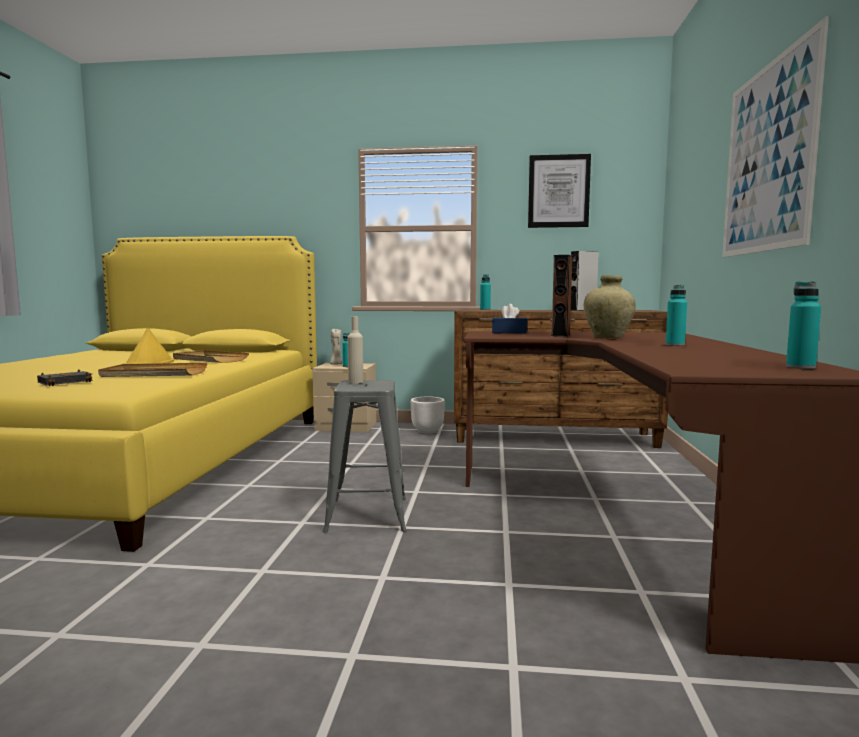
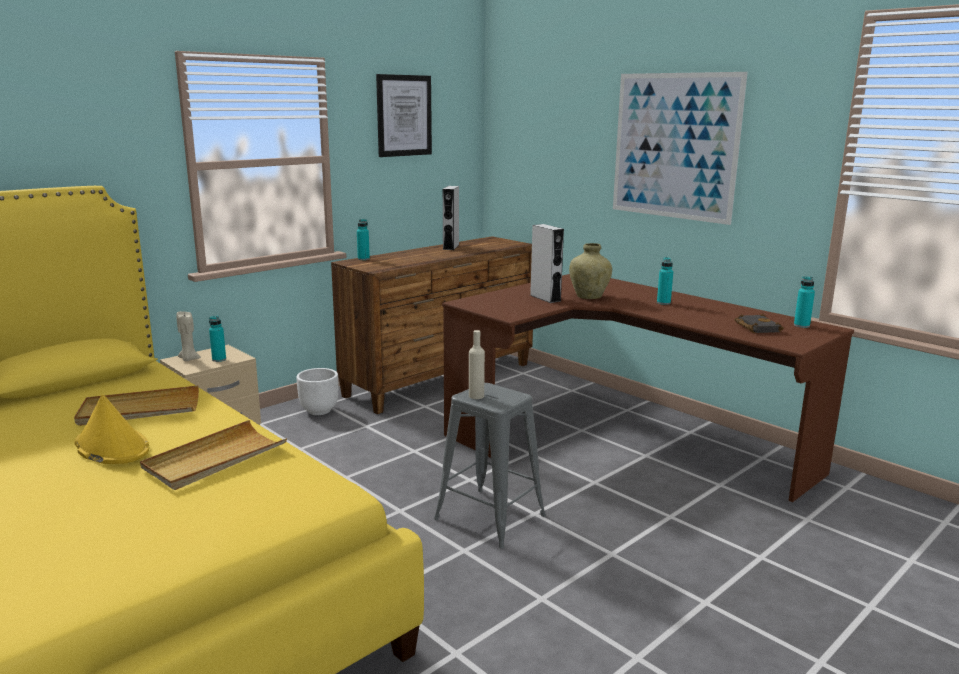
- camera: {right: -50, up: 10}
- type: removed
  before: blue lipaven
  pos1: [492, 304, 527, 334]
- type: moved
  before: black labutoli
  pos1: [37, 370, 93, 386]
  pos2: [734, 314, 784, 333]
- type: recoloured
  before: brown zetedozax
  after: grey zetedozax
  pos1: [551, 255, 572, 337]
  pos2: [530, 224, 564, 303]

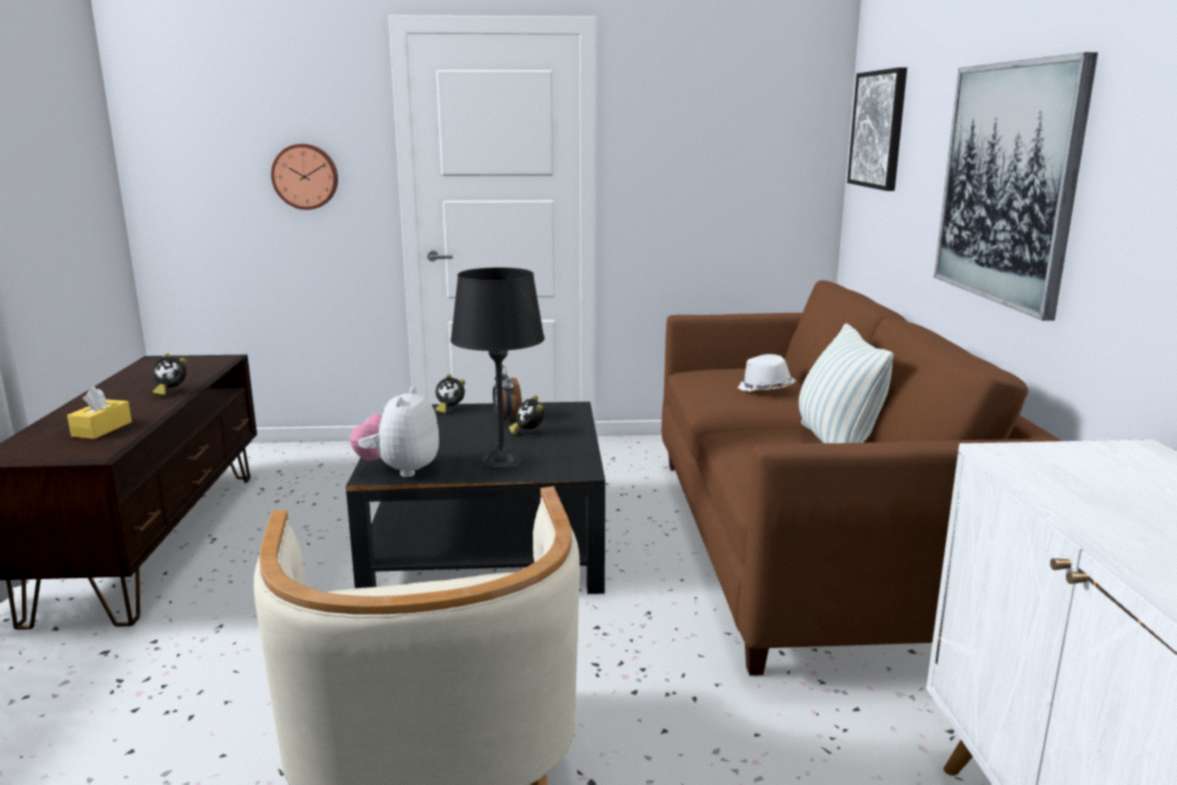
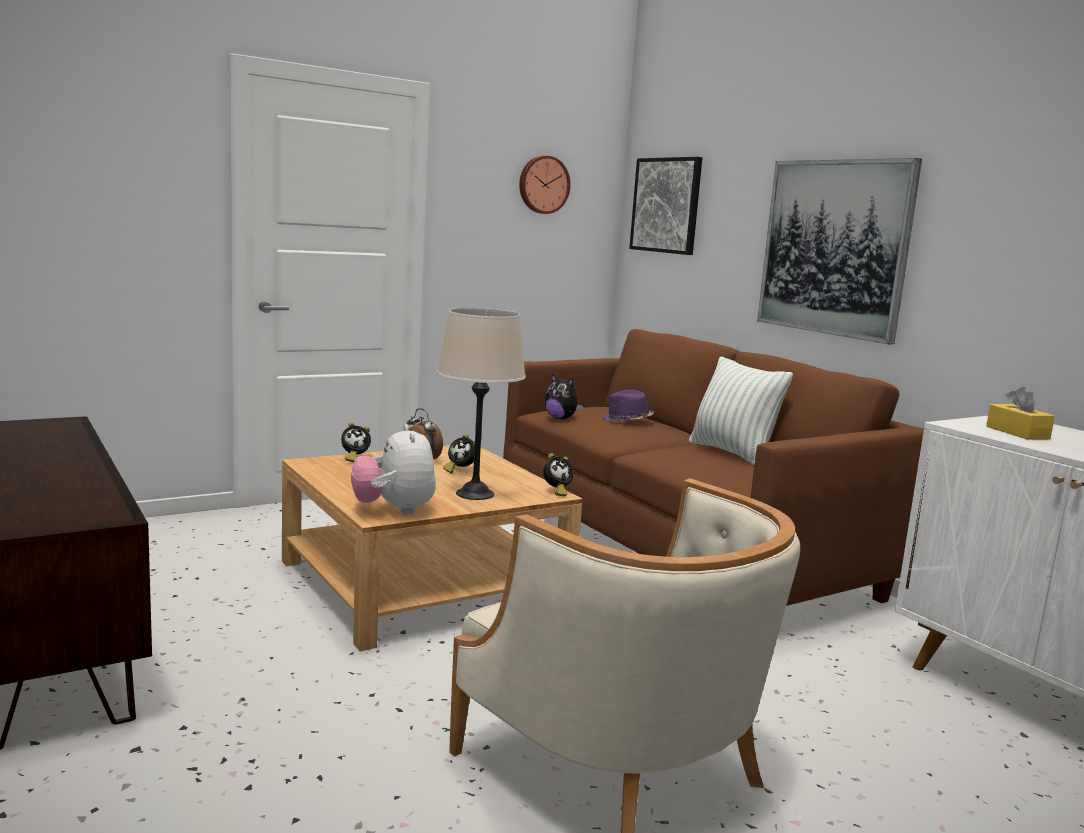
- camera: {right: -30, up: -5}
- type: added
  after: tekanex
  pos2: [545, 374, 584, 419]
- type: moved
  before: yellow lipaven
  pos1: [67, 386, 132, 439]
  pos2: [986, 387, 1055, 440]
- type: moved
  before: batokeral
  pos1: [152, 353, 186, 396]
  pos2: [543, 453, 573, 497]
- type: moved
  before: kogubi
  pos1: [271, 144, 338, 210]
  pos2: [519, 156, 570, 214]
- type: recoloured
  before: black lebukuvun
  after: beige lebukuvun
  pos1: [346, 402, 605, 594]
  pos2: [282, 445, 582, 651]
- type: recoloured
  before: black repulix
  after: beige repulix
  pos1: [450, 267, 545, 469]
  pos2: [437, 308, 526, 500]
- type: recoloured
  before: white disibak
  after: purple disibak
  pos1: [738, 354, 796, 392]
  pos2: [602, 390, 654, 422]

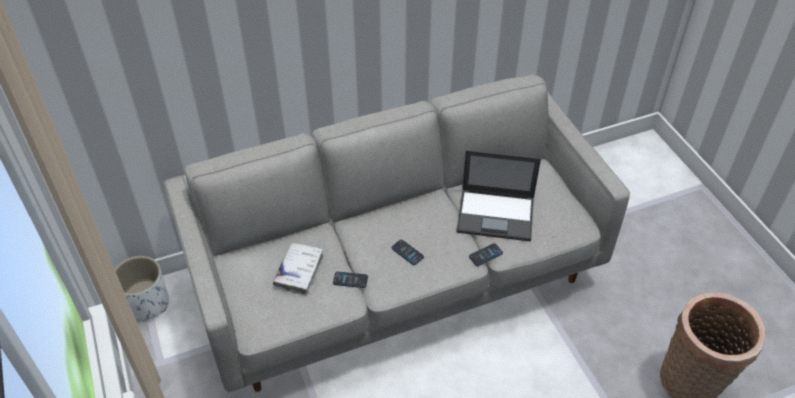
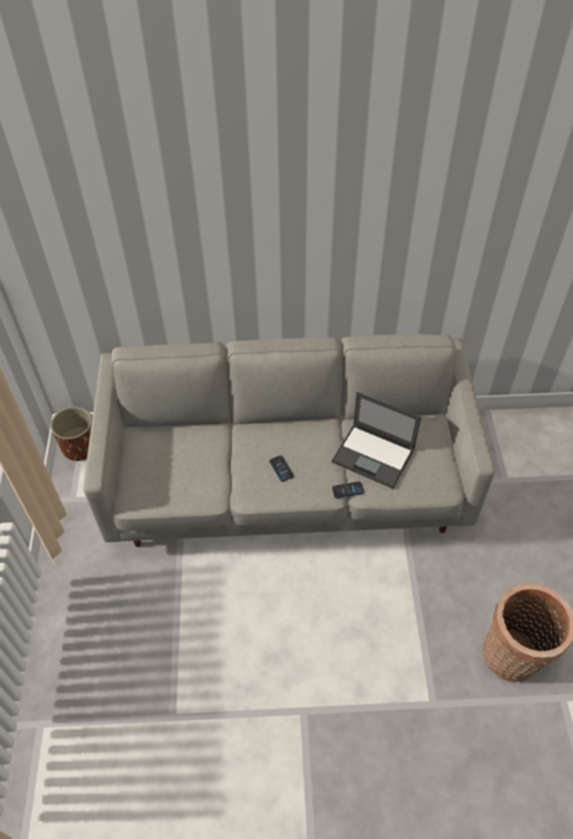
- camera: {right: 20, up: 5}
- type: removed
  before: white labutoli
  pos1: [273, 242, 324, 295]
- type: removed
  before: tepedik
  pos1: [333, 272, 368, 288]
- type: recoloured
  before: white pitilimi
  after: brown pitilimi
  pos1: [115, 256, 169, 321]
  pos2: [51, 407, 92, 461]

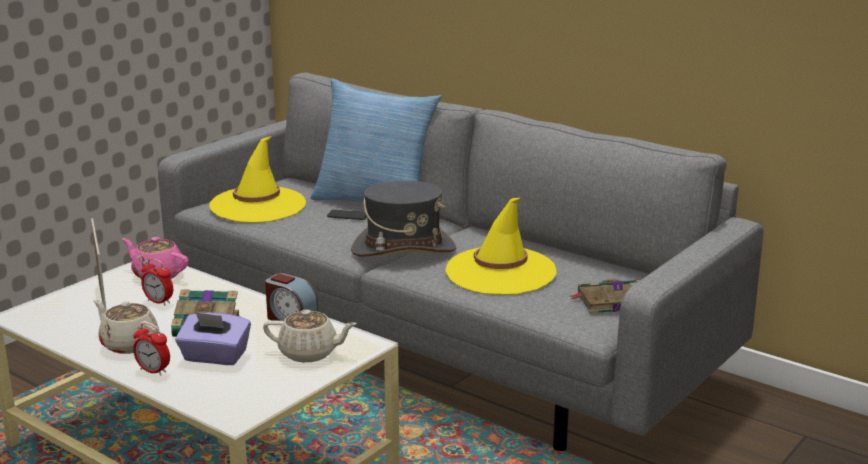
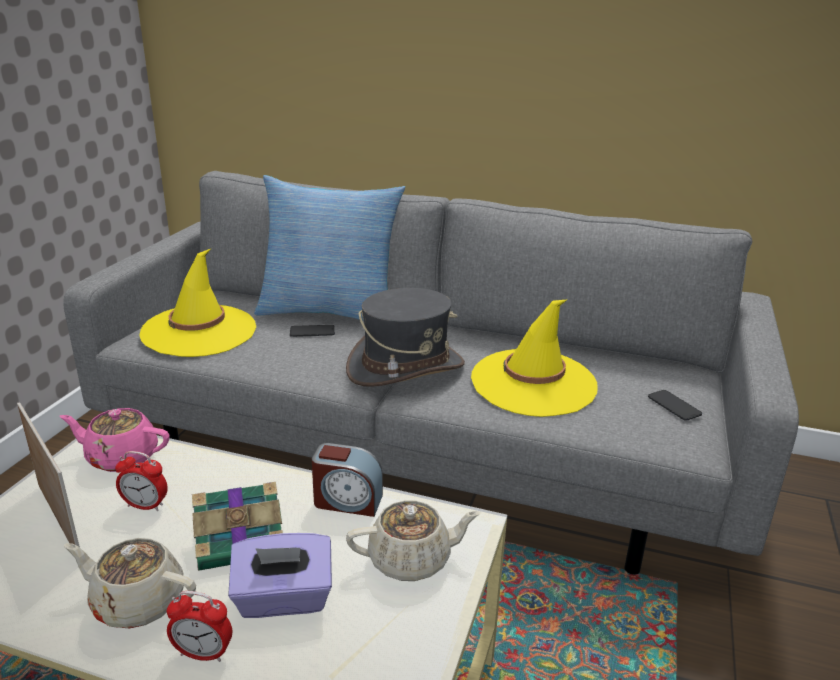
- camera: {right: -20, up: 5}
- type: replaced
  before: labutoli
  after: tepedik
  pos1: [570, 279, 640, 314]
  pos2: [648, 390, 702, 421]

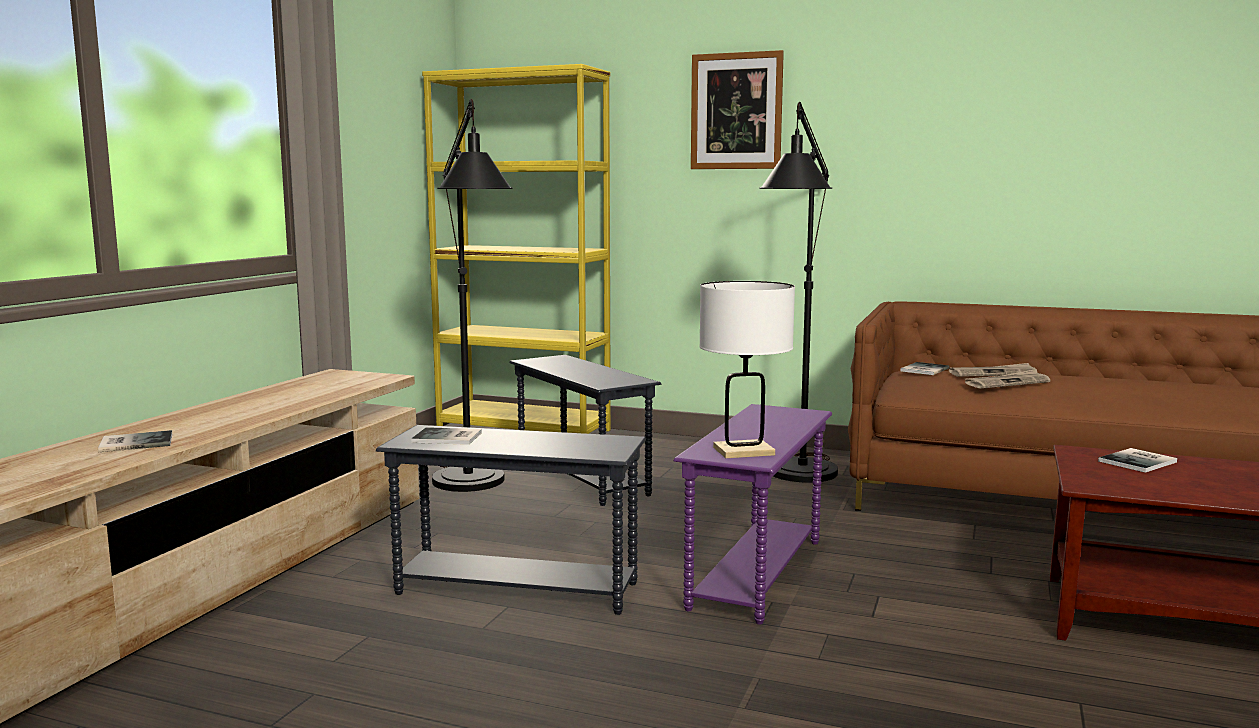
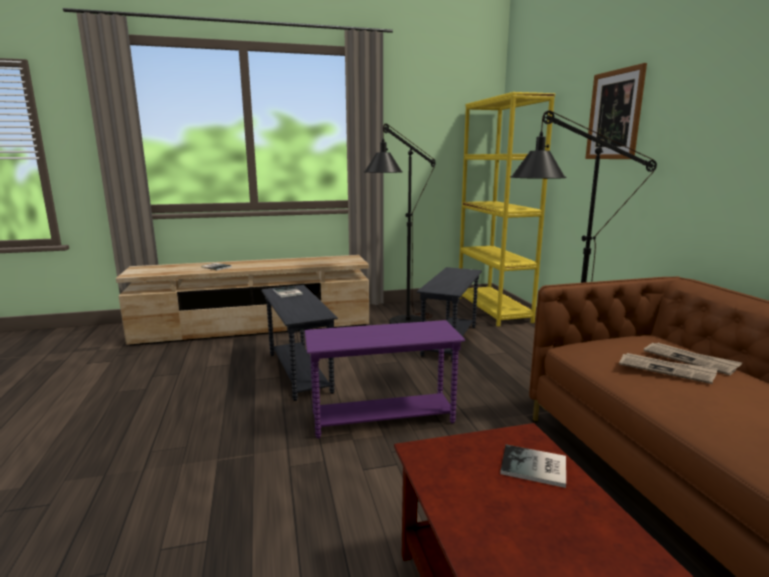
- camera: {right: 55, up: 5}
- type: removed
  before: white repulix
  pos1: [699, 281, 795, 458]
- type: removed
  before: labutoli
  pos1: [901, 362, 949, 375]

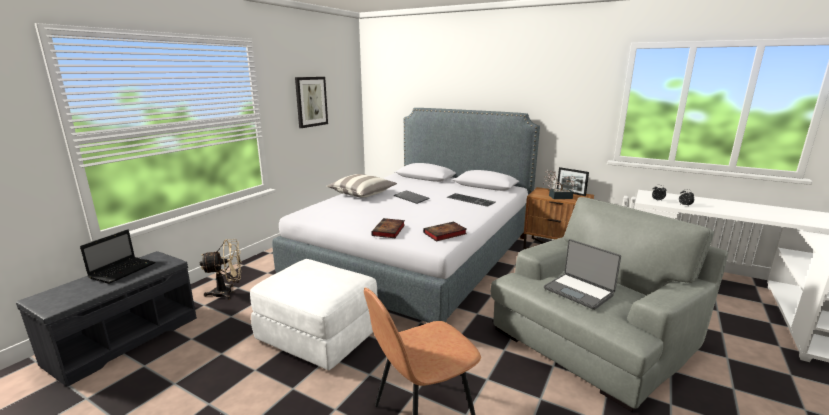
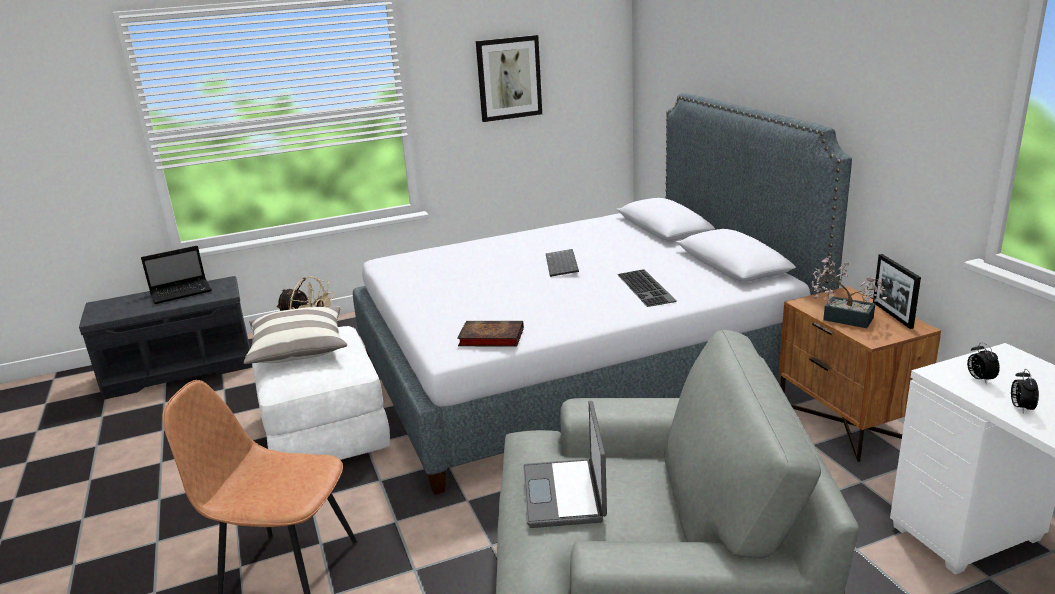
- camera: {right: 40, up: 5}
- type: removed
  before: labutoli
  pos1: [371, 218, 405, 238]
- type: moved
  before: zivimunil
  pos1: [326, 174, 397, 198]
  pos2: [244, 307, 347, 364]

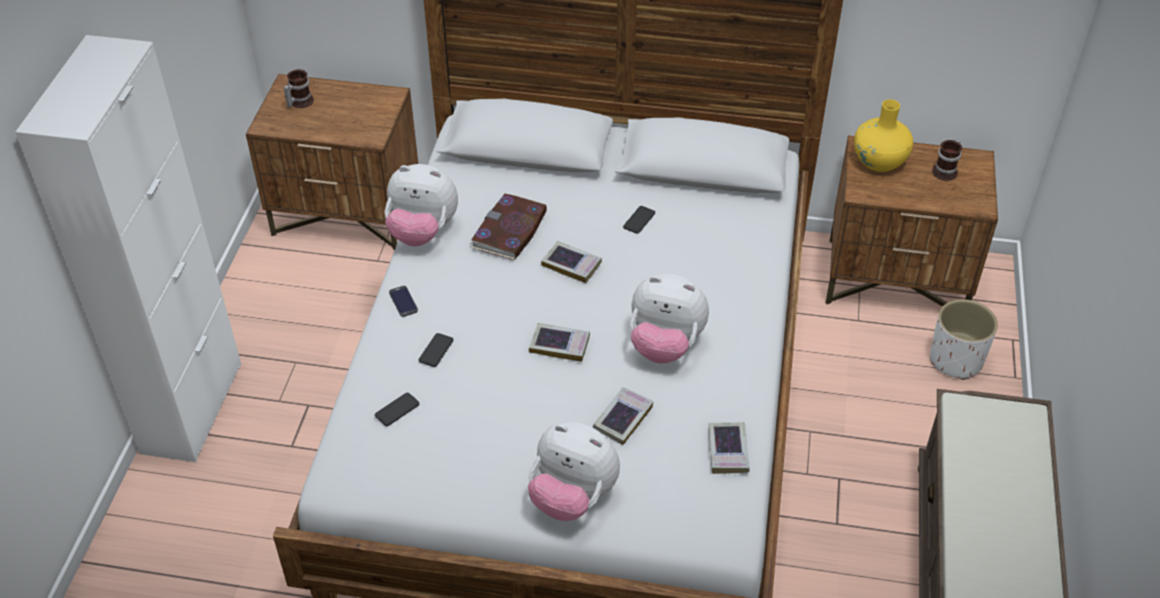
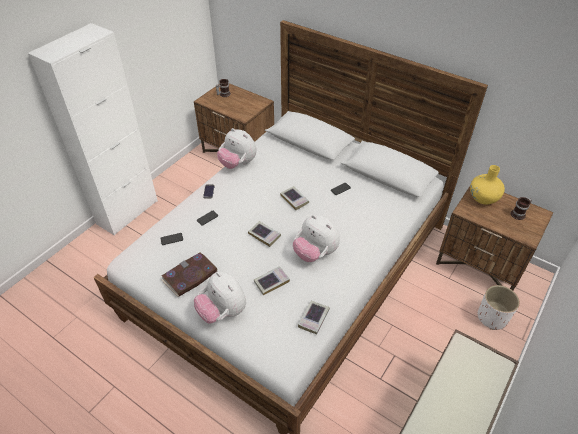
- camera: {right: 25, up: 0}
- type: moved
  before: labutoli
  pos1: [471, 194, 547, 260]
  pos2: [162, 252, 217, 297]

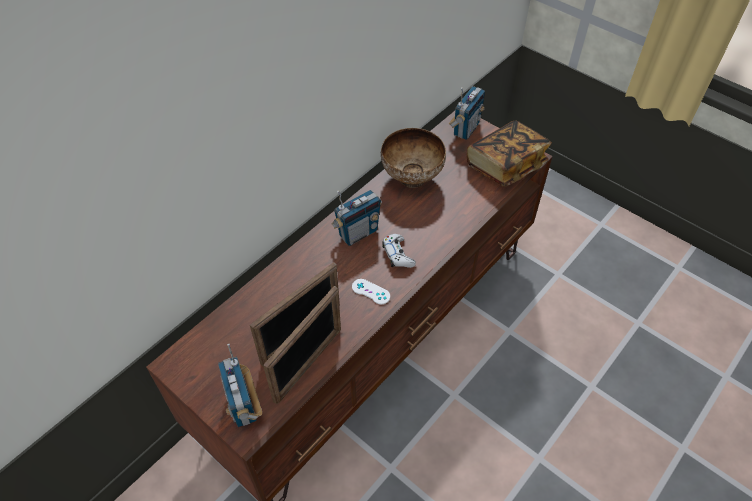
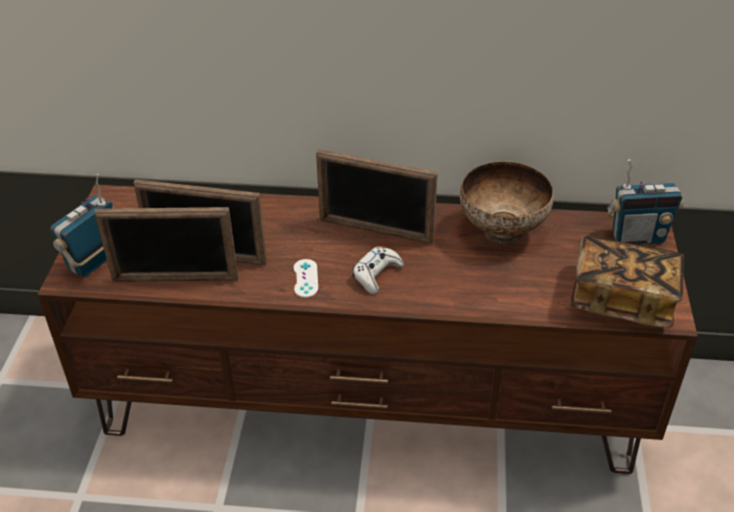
- camera: {right: 55, up: -10}
- type: replaced
  before: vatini
  after: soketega
  pos1: [331, 190, 382, 246]
  pos2: [316, 149, 438, 244]

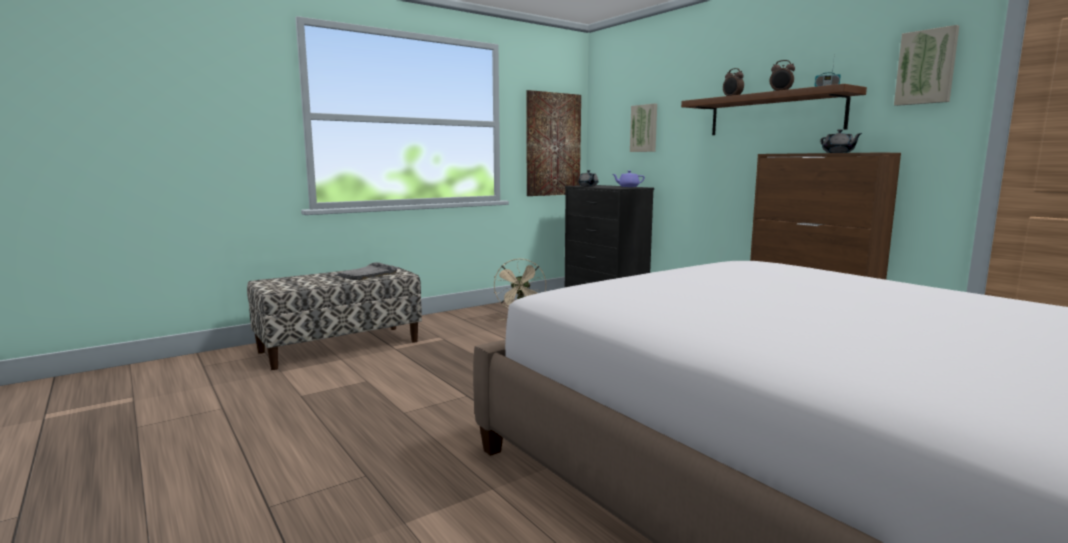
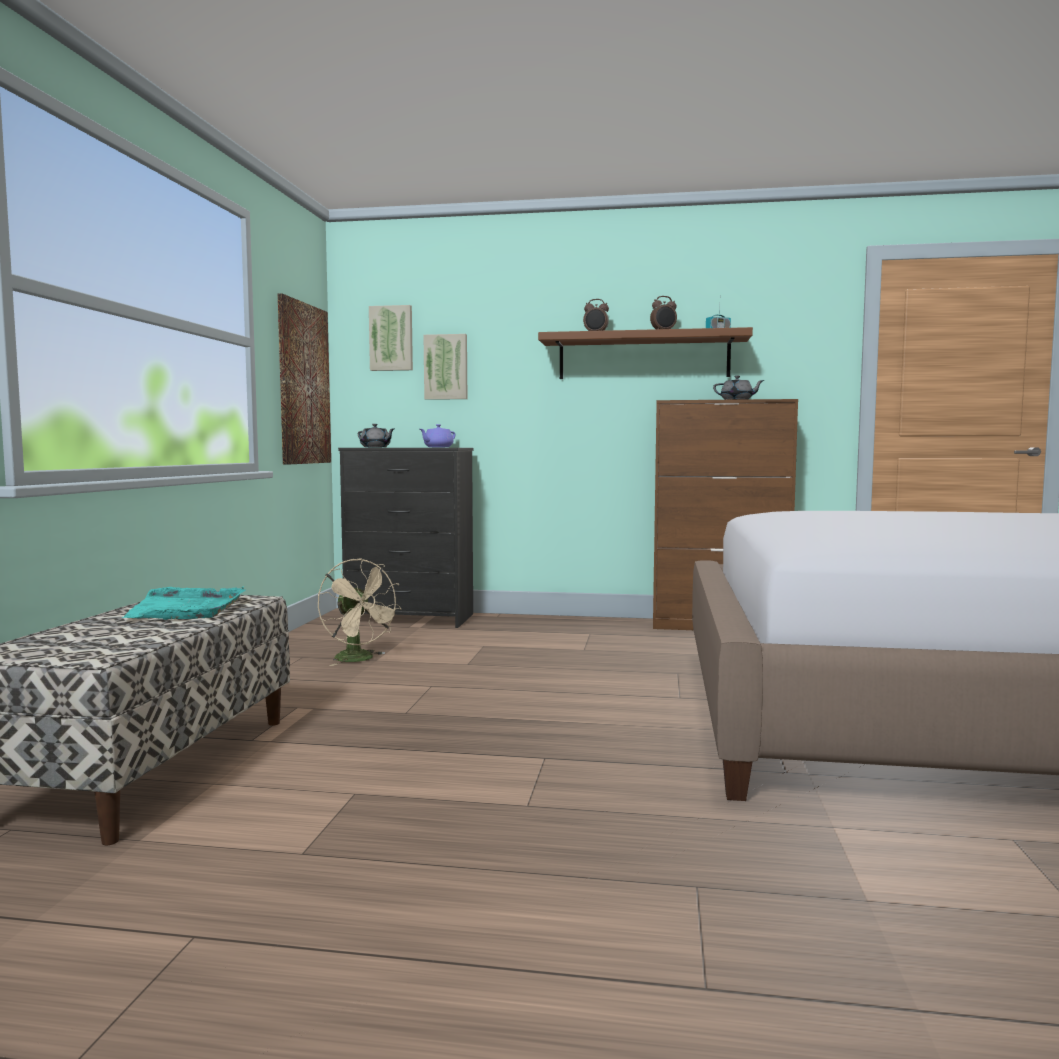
- camera: {right: -45, up: -5}
- type: moved
  before: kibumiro
  pos1: [894, 25, 959, 106]
  pos2: [369, 305, 413, 371]
- type: recoloured
  before: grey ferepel
  after: turquoise ferepel
  pos1: [333, 262, 400, 280]
  pos2: [122, 586, 245, 620]

